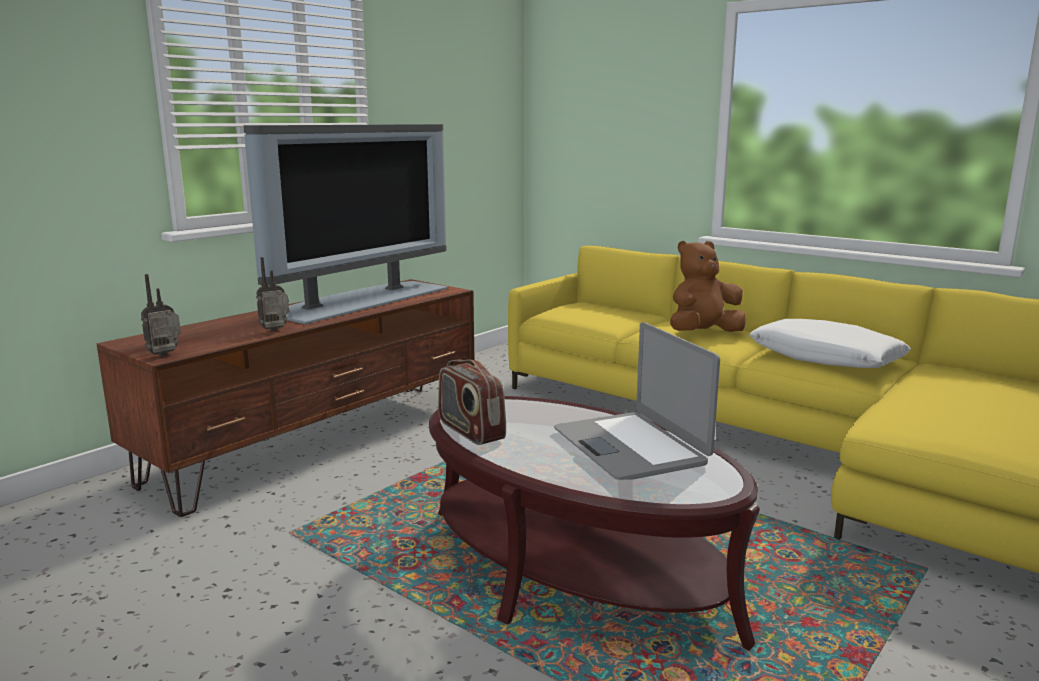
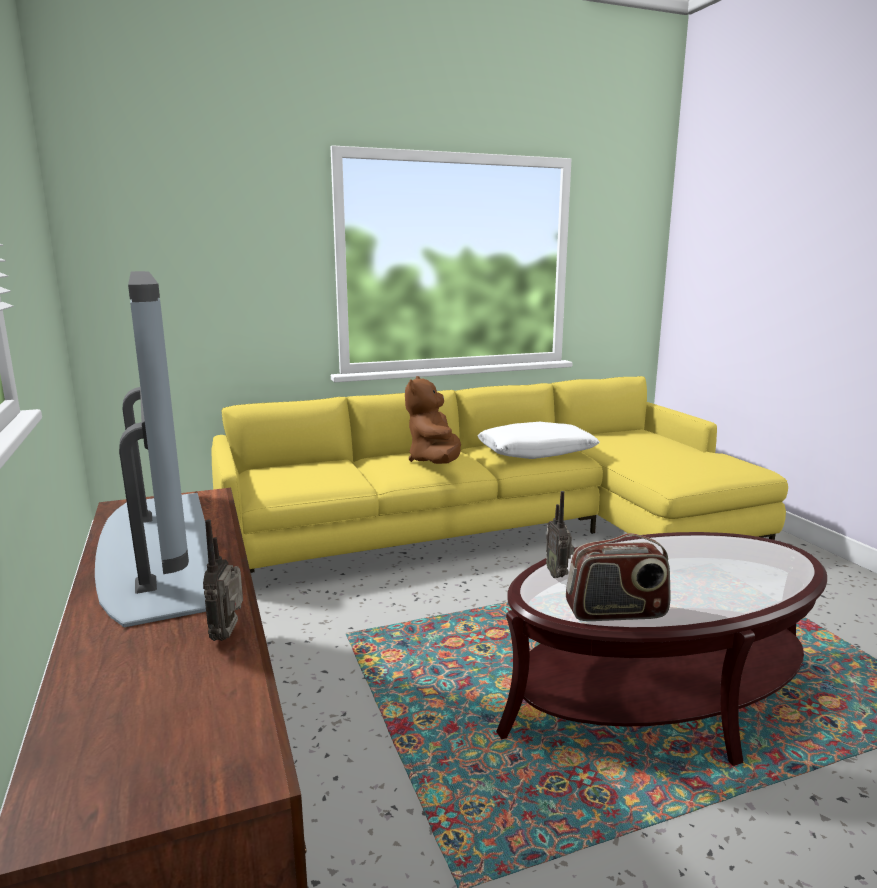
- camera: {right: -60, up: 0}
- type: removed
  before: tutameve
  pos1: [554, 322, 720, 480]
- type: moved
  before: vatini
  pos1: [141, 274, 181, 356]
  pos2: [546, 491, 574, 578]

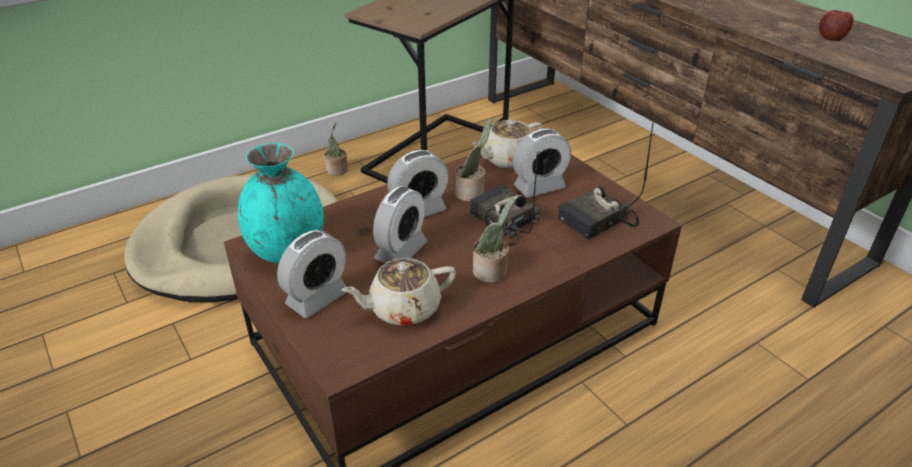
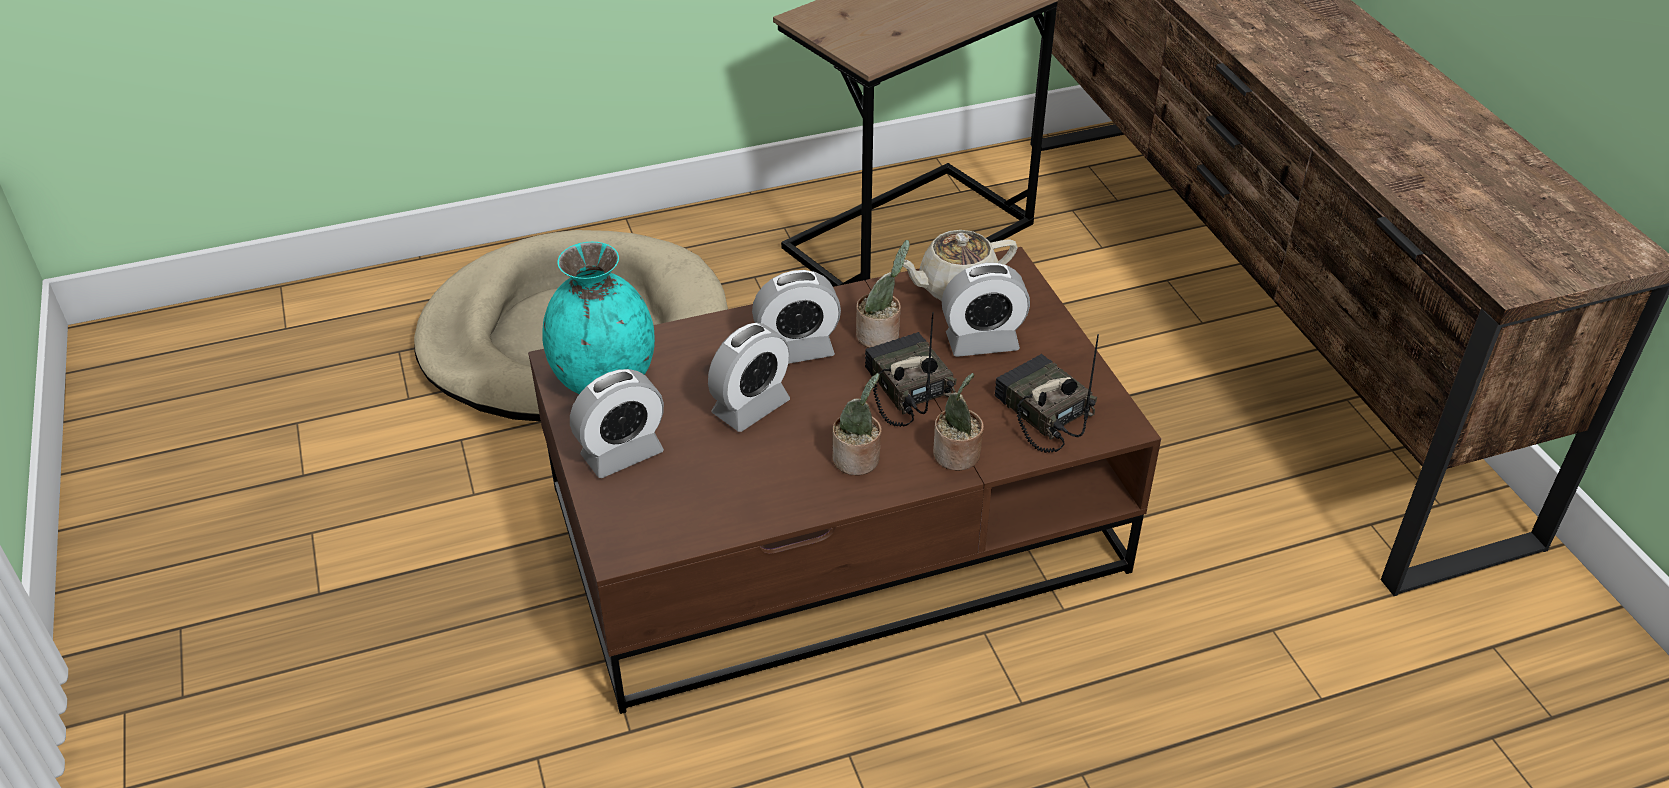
- camera: {right: 15, up: 5}
- type: removed
  before: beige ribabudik
  pos1: [342, 258, 456, 326]
- type: removed
  before: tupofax
  pos1: [819, 10, 854, 41]
- type: moved
  before: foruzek
  pos1: [324, 122, 348, 176]
  pos2: [933, 373, 984, 471]
- type: turned
  before: vatini
  pos1: [558, 117, 654, 239]
  pos2: [994, 334, 1099, 453]
  turn: 75

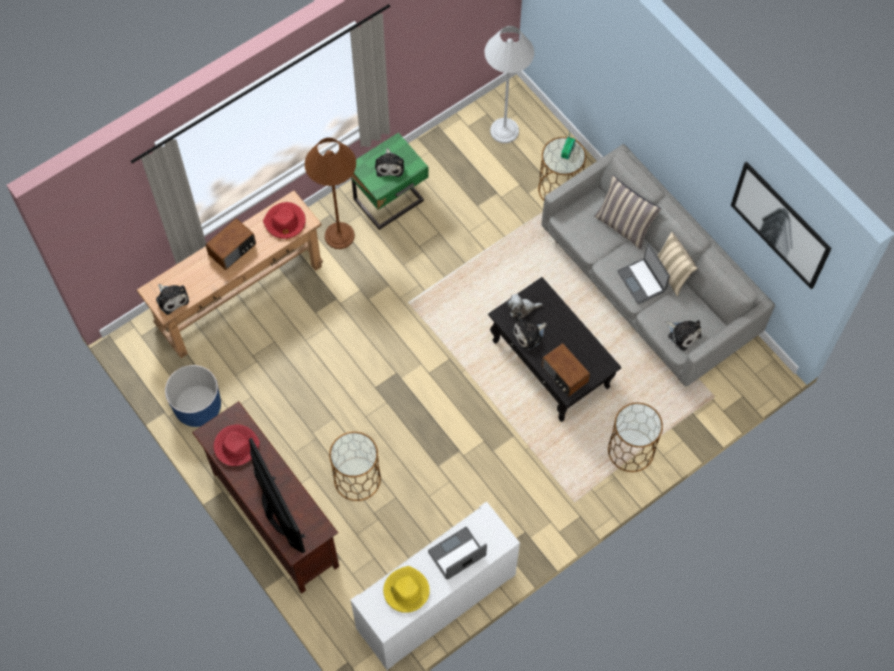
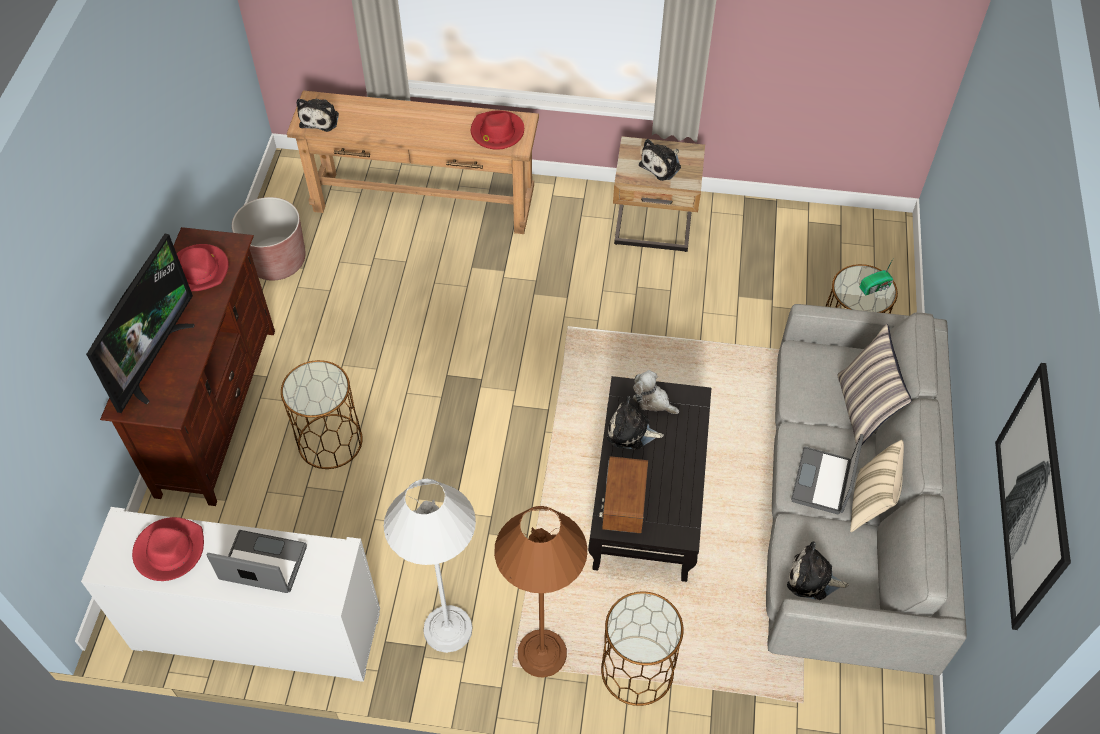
- camera: {right: 45, up: -10}
- type: removed
  before: vatini
  pos1: [206, 218, 256, 270]
- type: moved
  before: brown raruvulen
  pos1: [305, 138, 356, 249]
  pos2: [494, 506, 587, 677]
- type: moved
  before: white raruvulen
  pos1: [485, 26, 534, 143]
  pos2: [384, 479, 476, 653]
- type: recoloured
  before: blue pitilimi
  after: brown pitilimi
  pos1: [165, 365, 221, 427]
  pos2: [232, 197, 306, 280]
- type: recoloured
  before: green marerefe
  after: beige marerefe
  pos1: [350, 133, 429, 230]
  pos2: [613, 136, 705, 252]
- type: recoloured
  before: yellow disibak
  after: red disibak
  pos1: [383, 566, 430, 613]
  pos2: [132, 517, 204, 581]
- type: turned
  before: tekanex
  pos1: [666, 320, 701, 351]
  pos2: [787, 541, 849, 600]
  turn: 105

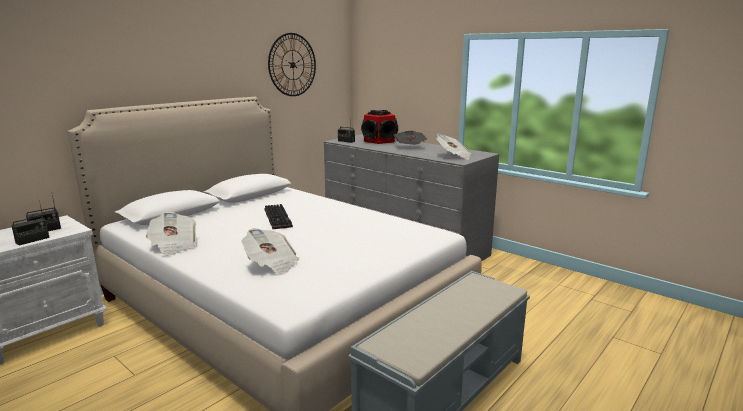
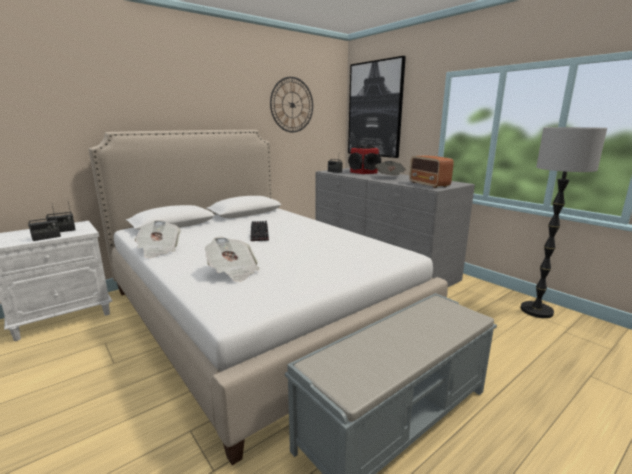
- camera: {right: 10, up: 0}
- type: added
  after: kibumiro
  pos2: [348, 56, 406, 158]
- type: added
  after: raruvulen
  pos2: [520, 127, 607, 318]
- type: replaced
  before: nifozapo
  after: vatini
  pos1: [437, 134, 471, 160]
  pos2: [409, 155, 454, 188]

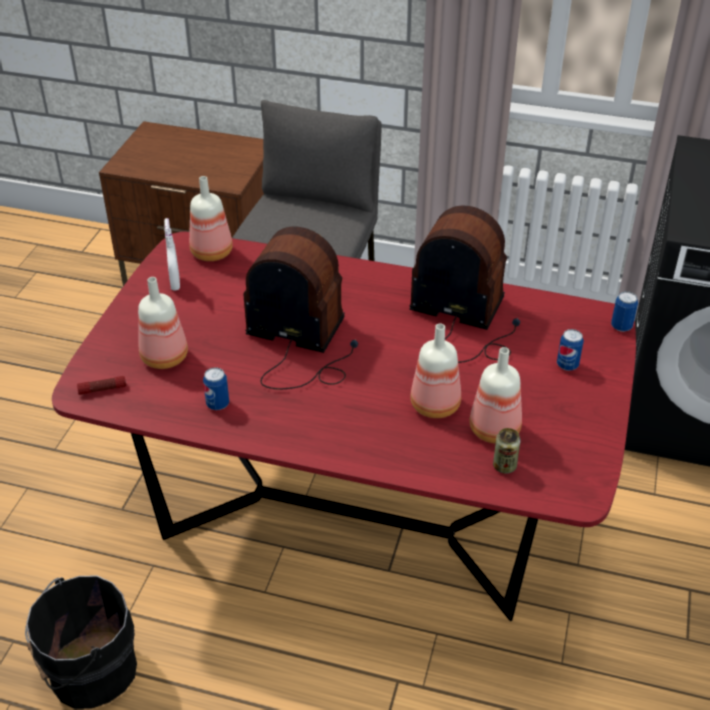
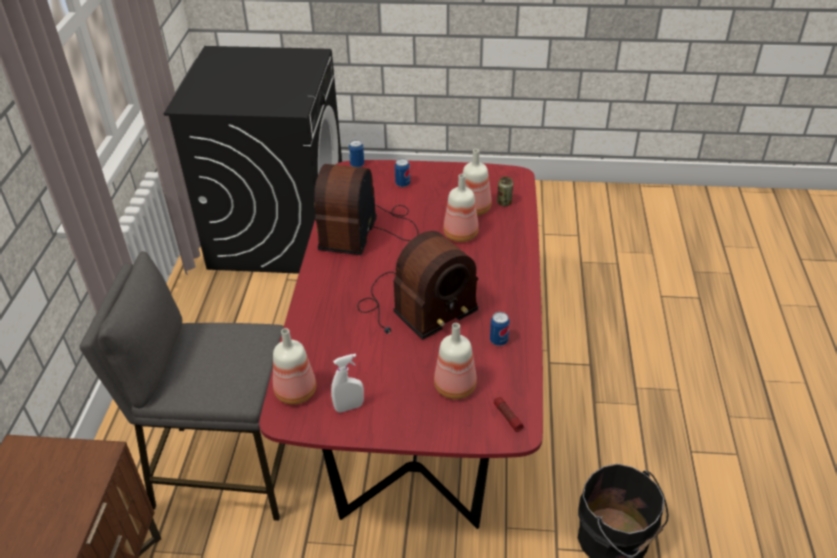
- camera: {right: -100, up: 0}
- type: turned
  before: vatini
  pos1: [243, 226, 358, 390]
  pos2: [357, 231, 478, 340]
  turn: -135

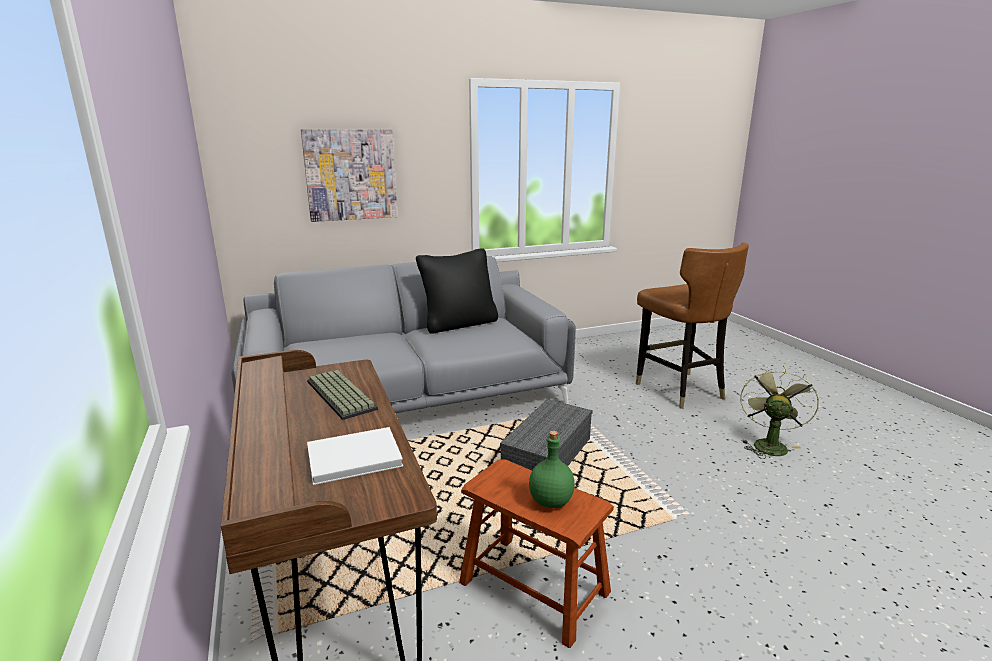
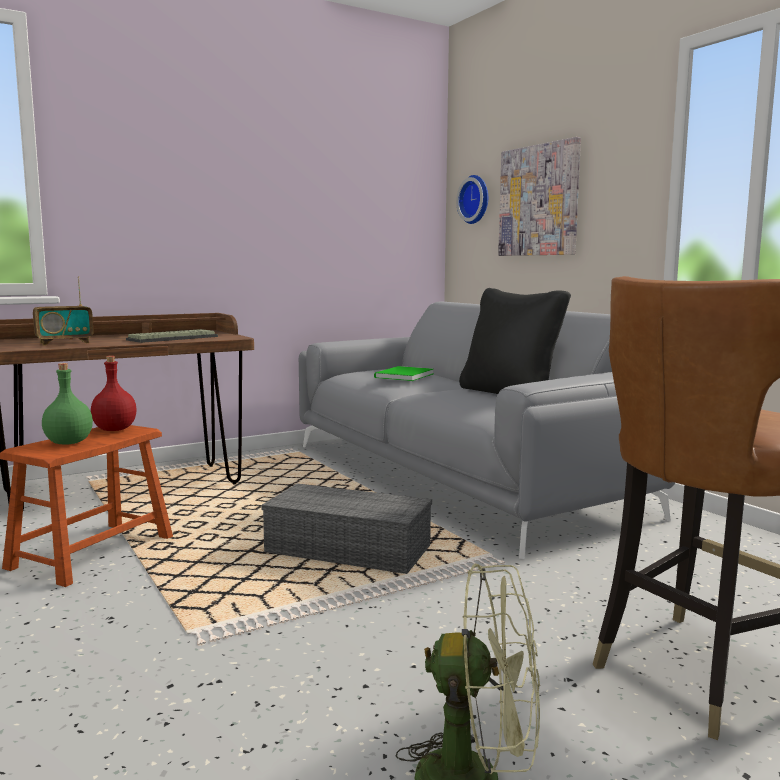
- camera: {right: 80, up: -10}
- type: added
  after: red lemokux
  pos2: [91, 356, 137, 431]
- type: added
  after: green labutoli
  pos2: [374, 366, 434, 381]
- type: added
  after: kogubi
  pos2: [456, 175, 488, 224]
- type: replaced
  before: white labutoli
  after: vatini
  pos1: [307, 427, 403, 485]
  pos2: [33, 277, 94, 346]

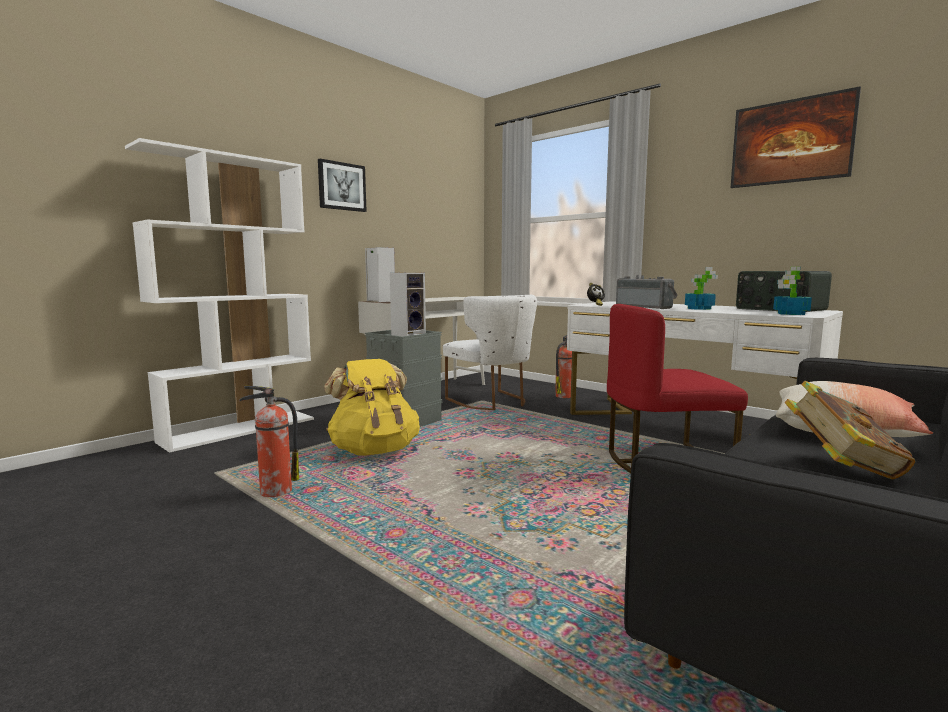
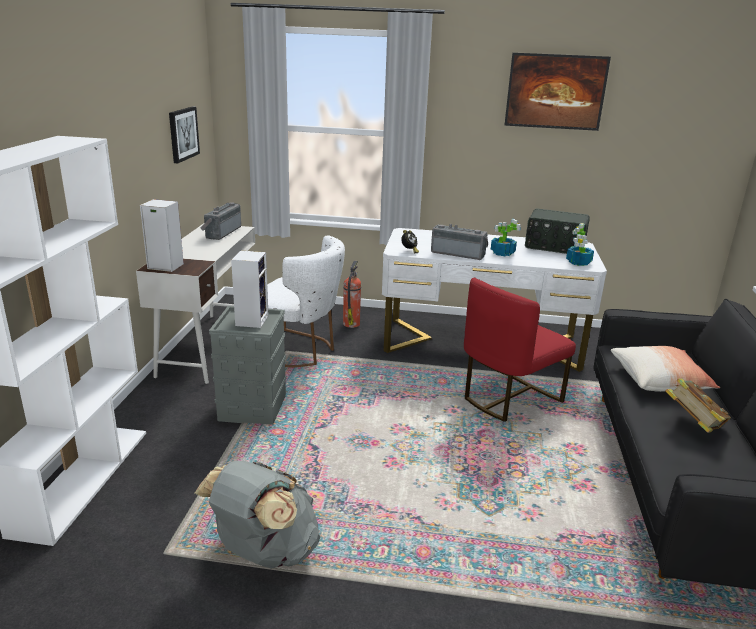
- camera: {right: -35, up: 15}
- type: removed
  before: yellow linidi
  pos1: [324, 359, 420, 455]
- type: added
  after: vatini
  pos2: [201, 202, 241, 240]
- type: moved
  before: kibumiro
  pos1: [318, 159, 367, 212]
  pos2: [169, 106, 200, 163]
- type: replaced
  before: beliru
  after: grey linidi
  pos1: [239, 386, 299, 497]
  pos2: [195, 461, 321, 569]

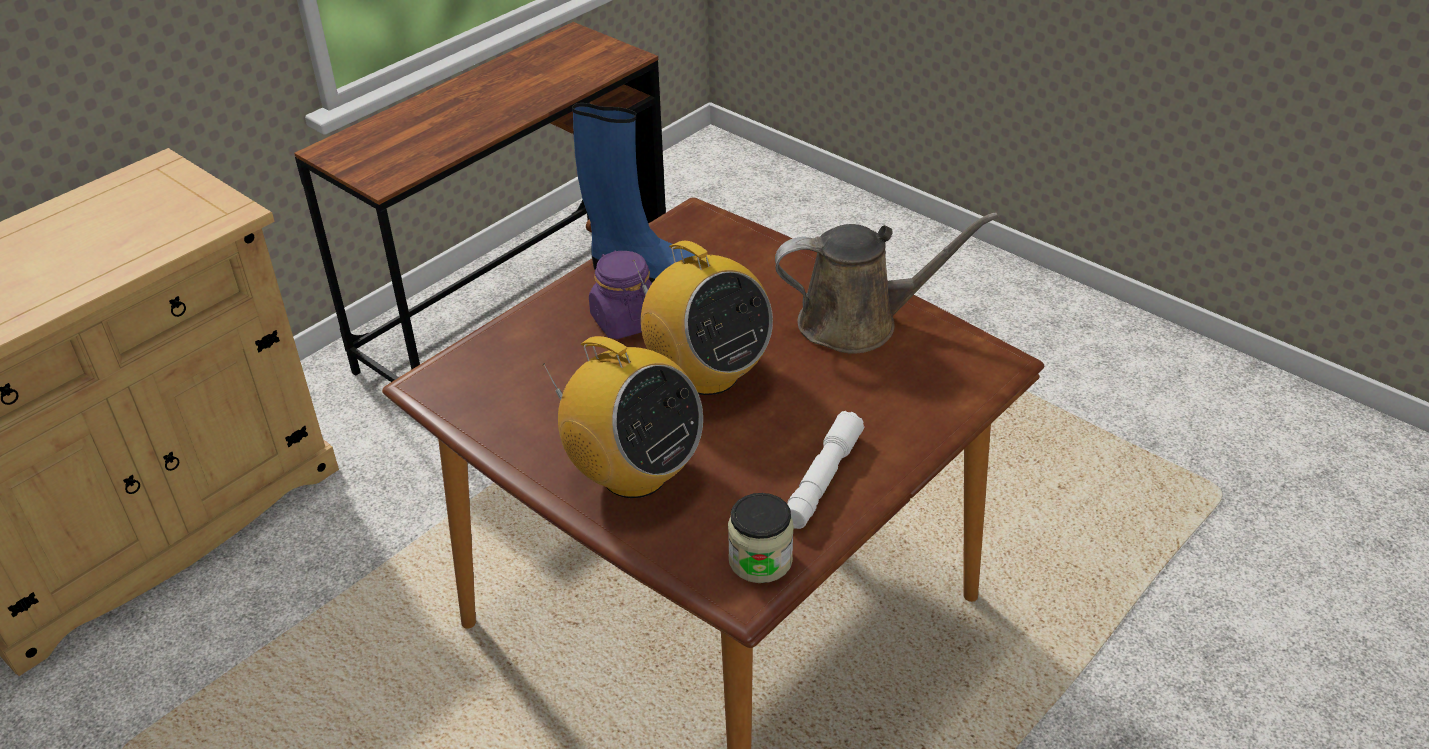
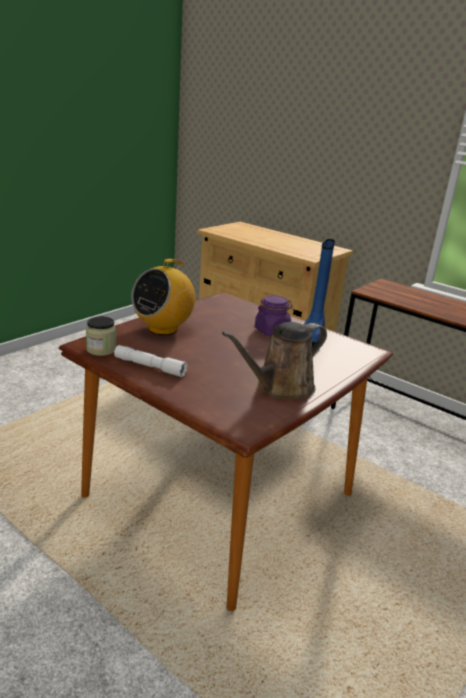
- camera: {right: 85, up: -15}
- type: removed
  before: vatini
  pos1: [633, 241, 773, 395]
- type: turned
  before: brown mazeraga
  pos1: [775, 213, 998, 354]
  pos2: [222, 322, 327, 399]
  turn: 60

